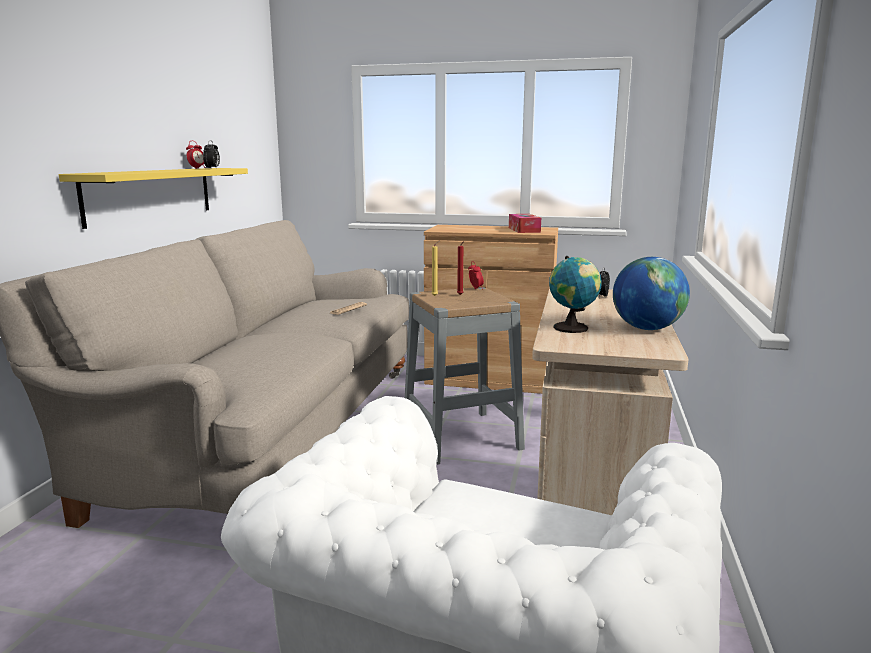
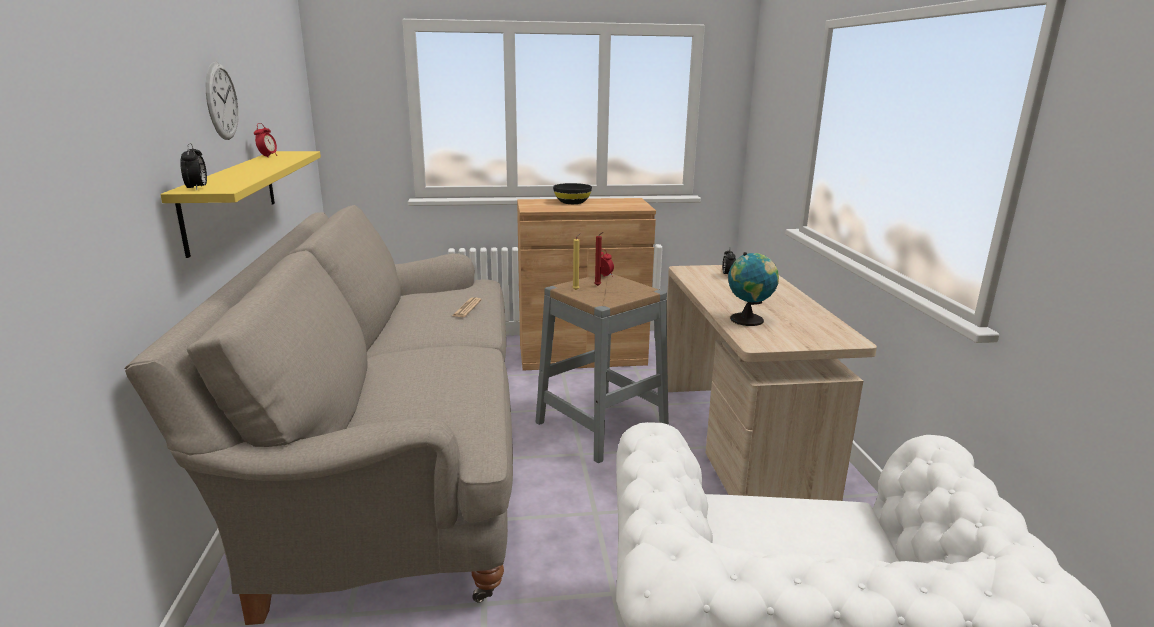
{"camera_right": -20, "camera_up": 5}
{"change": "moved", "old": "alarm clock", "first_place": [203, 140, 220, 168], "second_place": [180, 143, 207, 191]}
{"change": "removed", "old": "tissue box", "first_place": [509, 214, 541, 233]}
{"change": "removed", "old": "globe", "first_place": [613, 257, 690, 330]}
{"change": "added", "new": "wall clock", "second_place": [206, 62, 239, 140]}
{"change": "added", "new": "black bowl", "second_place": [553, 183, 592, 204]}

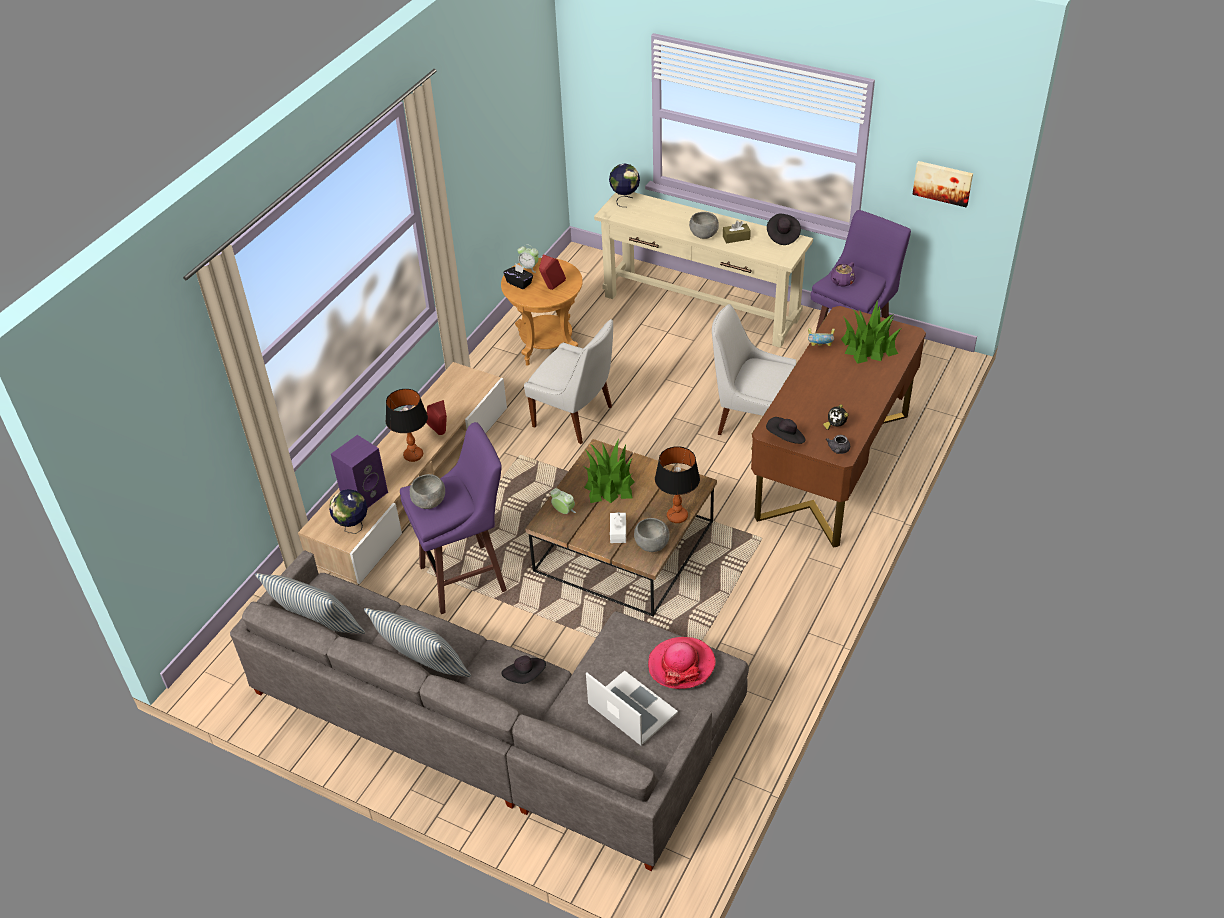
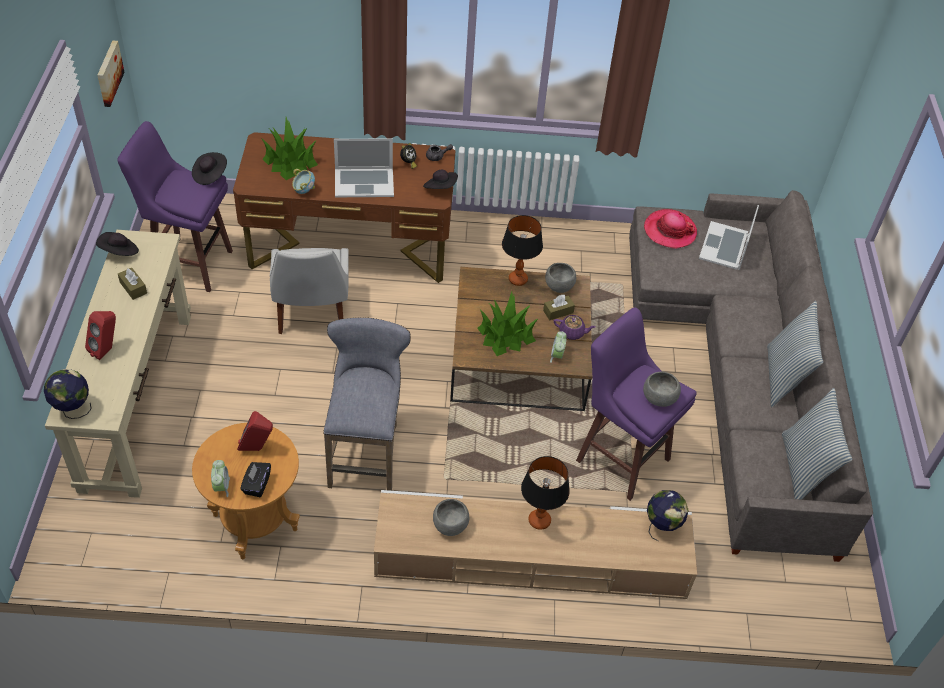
{"camera_right": -120, "camera_up": 5}
{"change": "removed", "old": "purple speaker", "first_place": [331, 435, 388, 508]}
{"change": "moved", "old": "red speaker", "first_place": [426, 400, 447, 435], "second_place": [85, 311, 116, 360]}
{"change": "moved", "old": "black hat", "first_place": [501, 655, 546, 684], "second_place": [192, 152, 227, 185]}
{"change": "replaced", "old": "white chair", "new": "grey stool", "first_place": [524, 319, 613, 444], "second_place": [323, 318, 411, 491]}
{"change": "recoloured", "old": "white tissue box", "new": "brown tissue box", "first_place": [610, 512, 626, 543], "second_place": [543, 295, 575, 320]}
{"change": "moved", "old": "grey bowl", "first_place": [689, 212, 719, 239], "second_place": [433, 499, 469, 536]}
{"change": "moved", "old": "purple teapot", "first_place": [831, 262, 856, 286], "second_place": [554, 315, 596, 340]}
{"change": "added", "new": "laptop", "second_place": [334, 139, 394, 197]}

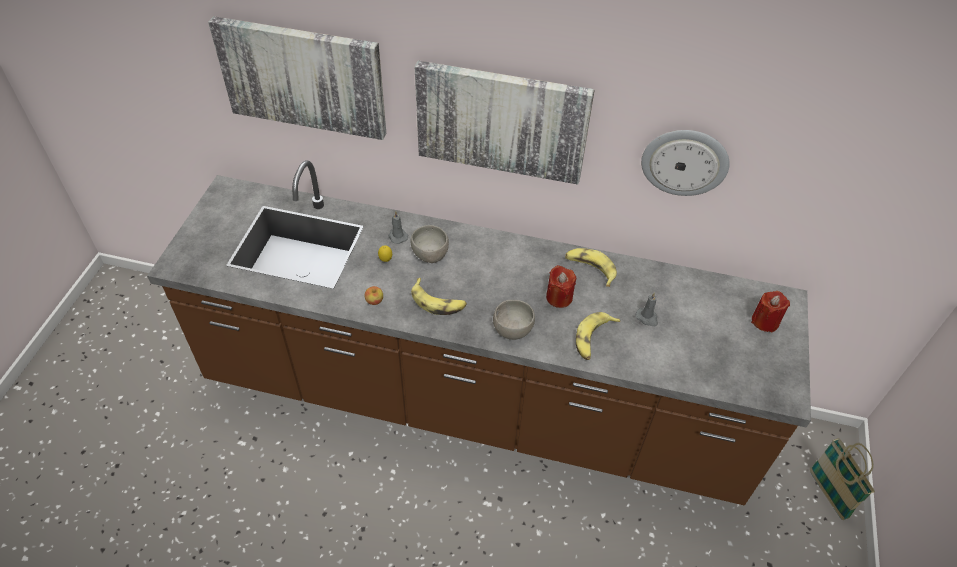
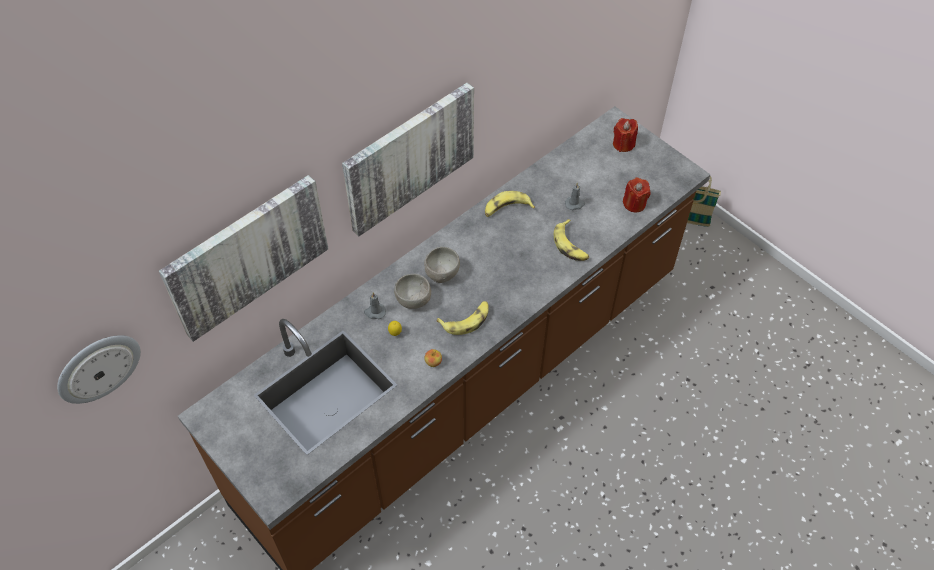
{"camera_right": -55, "camera_up": 5}
{"change": "moved", "old": "grey bowl", "first_place": [493, 300, 535, 340], "second_place": [424, 247, 460, 283]}
{"change": "moved", "old": "red candle", "first_place": [546, 265, 576, 308], "second_place": [623, 178, 651, 212]}
{"change": "moved", "old": "wall clock", "first_place": [641, 130, 730, 196], "second_place": [57, 335, 141, 404]}

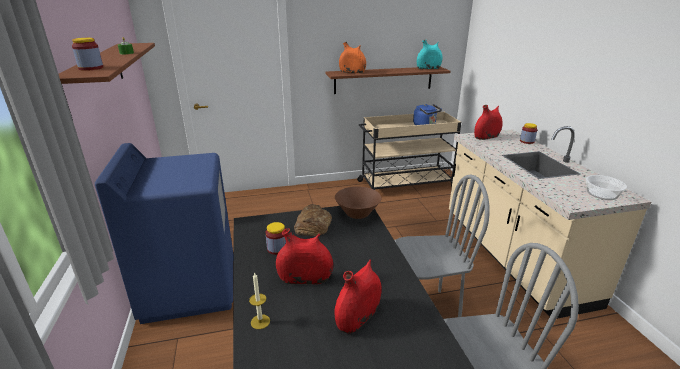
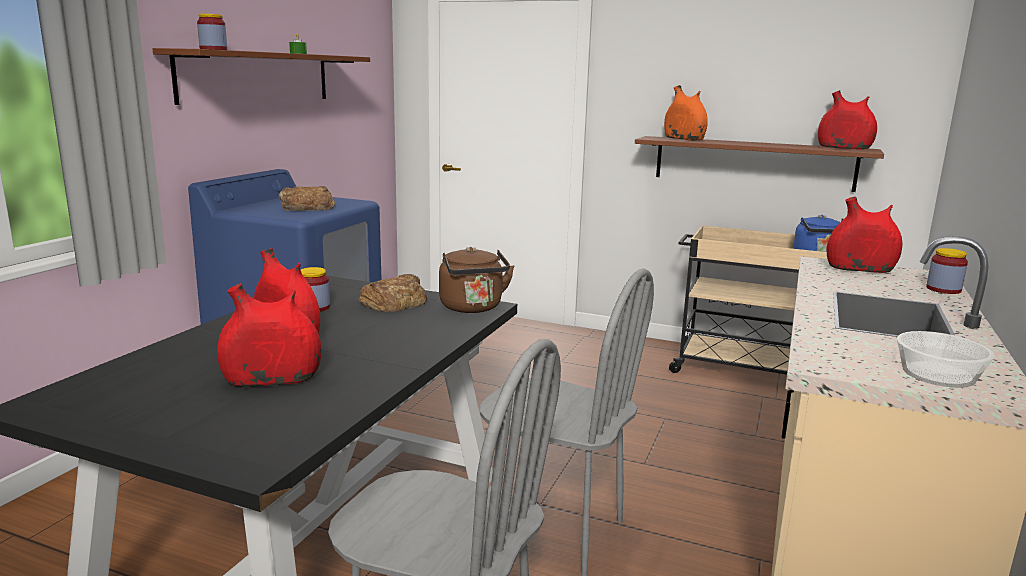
{"camera_right": 35, "camera_up": -10}
{"change": "removed", "old": "candle", "first_place": [249, 272, 270, 329]}
{"change": "replaced", "old": "brown bowl", "new": "brown kettle", "first_place": [335, 187, 382, 219], "second_place": [439, 247, 515, 313]}
{"change": "recoloured", "old": "turquoise vase", "new": "red vase", "first_place": [417, 39, 442, 69], "second_place": [818, 90, 877, 150]}
{"change": "added", "new": "bread", "second_place": [278, 186, 335, 211]}

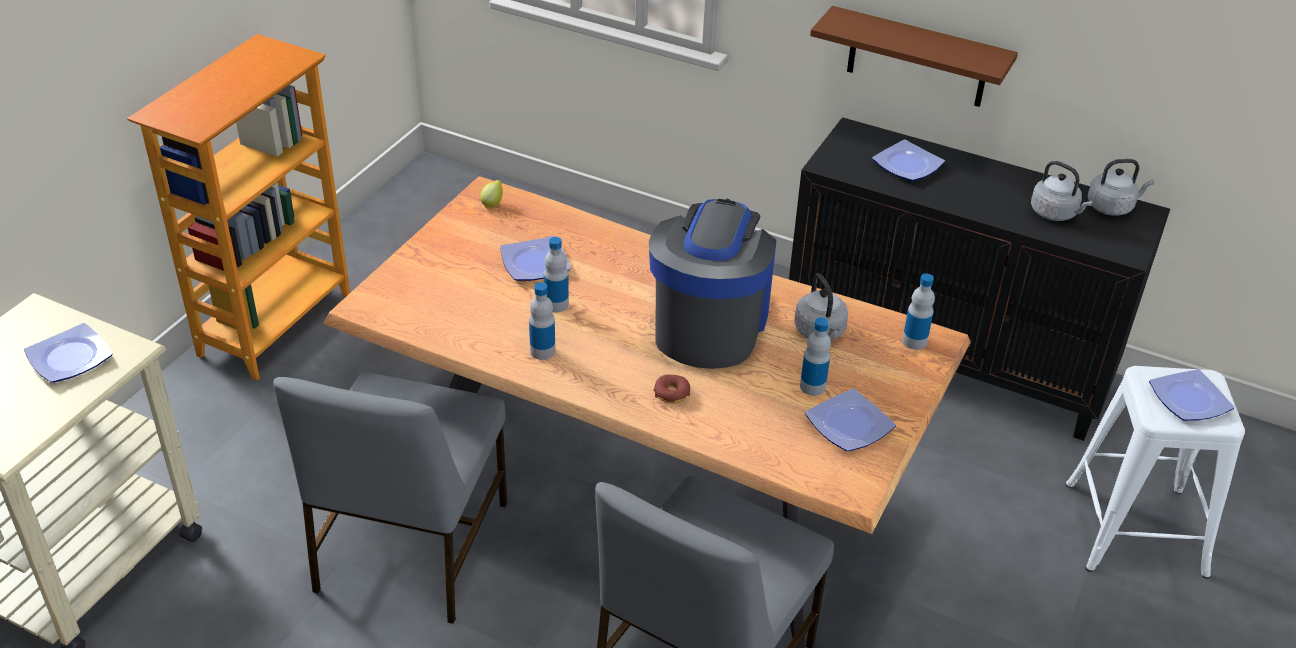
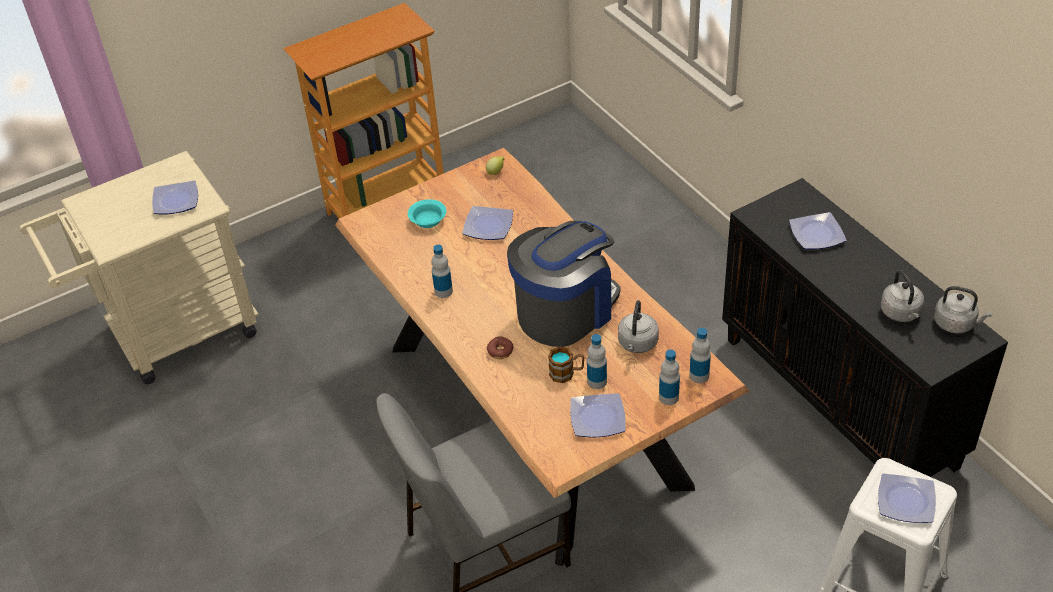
{"camera_right": 35, "camera_up": 5}
{"change": "removed", "old": "grey chair", "first_place": [273, 372, 507, 624]}
{"change": "moved", "old": "bottle", "first_place": [544, 237, 569, 313], "second_place": [659, 350, 680, 405]}
{"change": "removed", "old": "brown shelf", "first_place": [810, 6, 1018, 107]}
{"change": "added", "new": "turquoise bowl", "second_place": [408, 199, 446, 228]}
{"change": "added", "new": "mug", "second_place": [548, 346, 584, 383]}

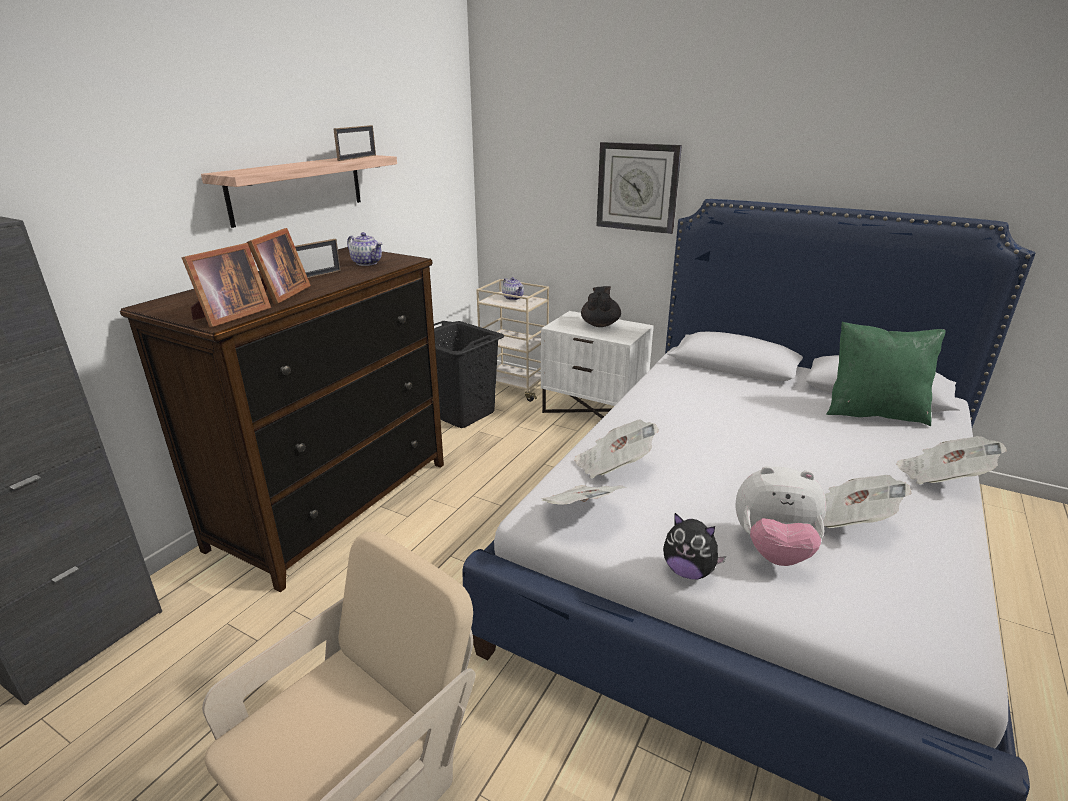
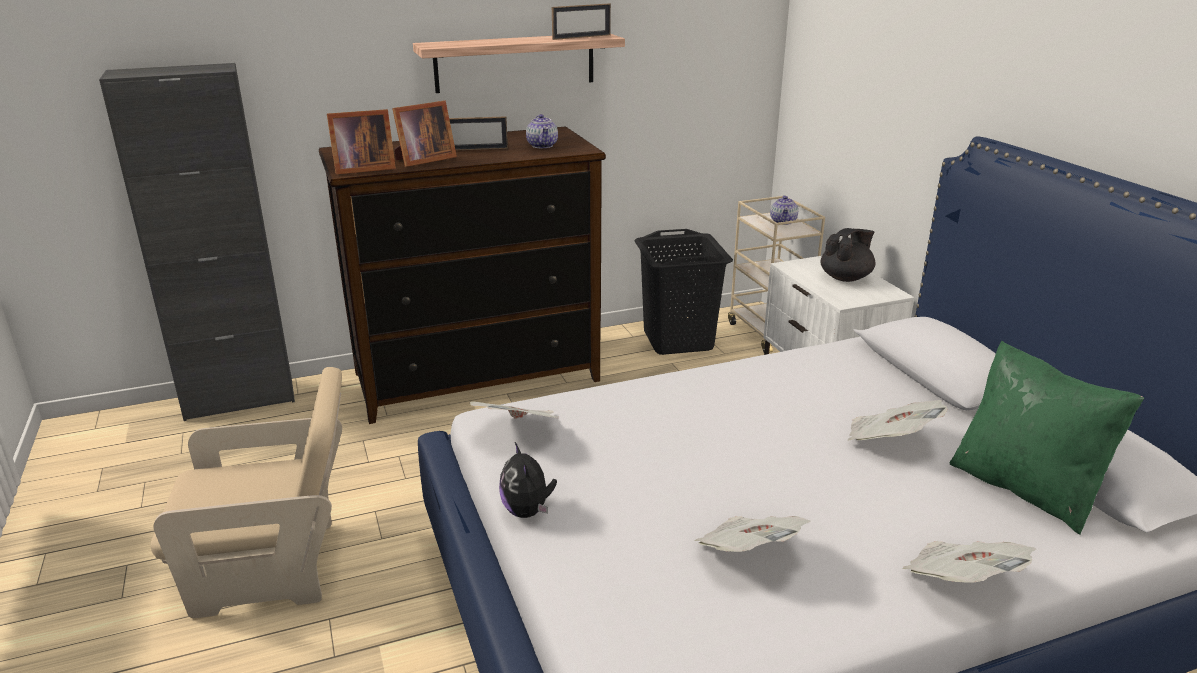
{"camera_right": 40, "camera_up": 0}
{"change": "moved", "old": "newspaper", "first_place": [574, 419, 659, 478], "second_place": [848, 400, 948, 440]}
{"change": "removed", "old": "wall clock", "first_place": [596, 142, 682, 234]}
{"change": "removed", "old": "plush toy", "first_place": [735, 466, 827, 566]}

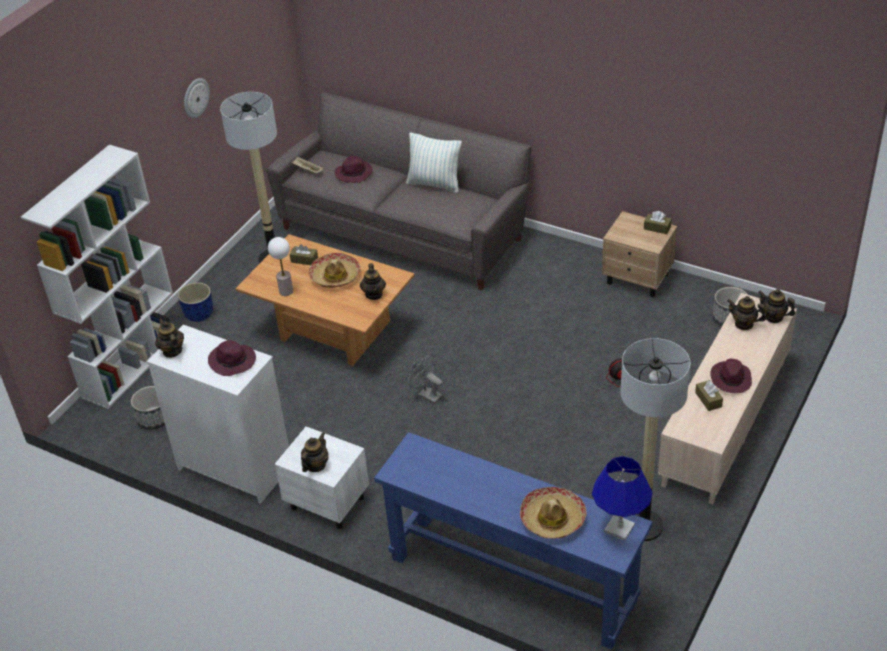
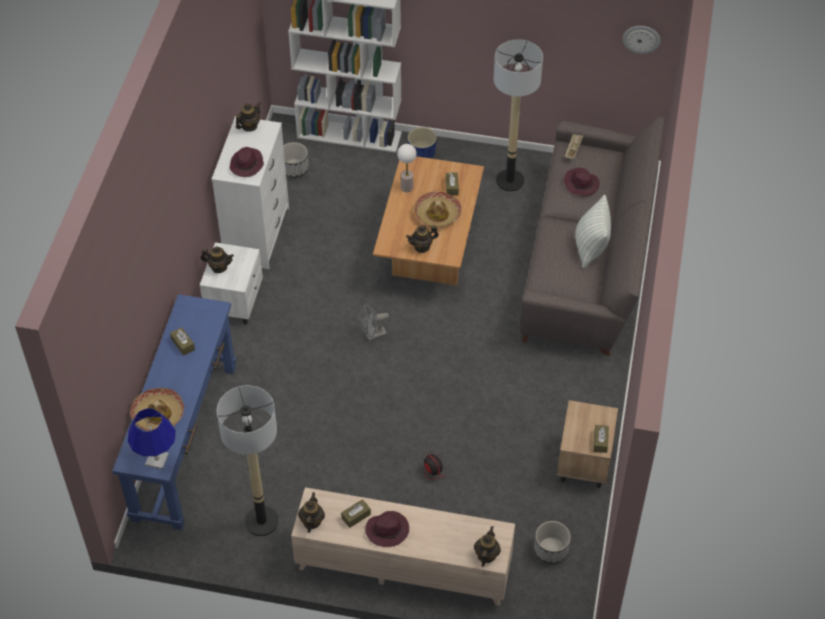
{"camera_right": 70, "camera_up": 10}
{"change": "moved", "old": "wall clock", "first_place": [184, 78, 210, 118], "second_place": [623, 26, 660, 54]}
{"change": "turned", "old": "grey fan", "first_place": [408, 355, 443, 404], "second_place": [358, 303, 389, 341], "degrees": -135}
{"change": "moved", "old": "teapot", "first_place": [727, 296, 766, 330], "second_place": [298, 492, 325, 533]}
{"change": "added", "new": "brown tissue box", "second_place": [170, 327, 195, 356]}

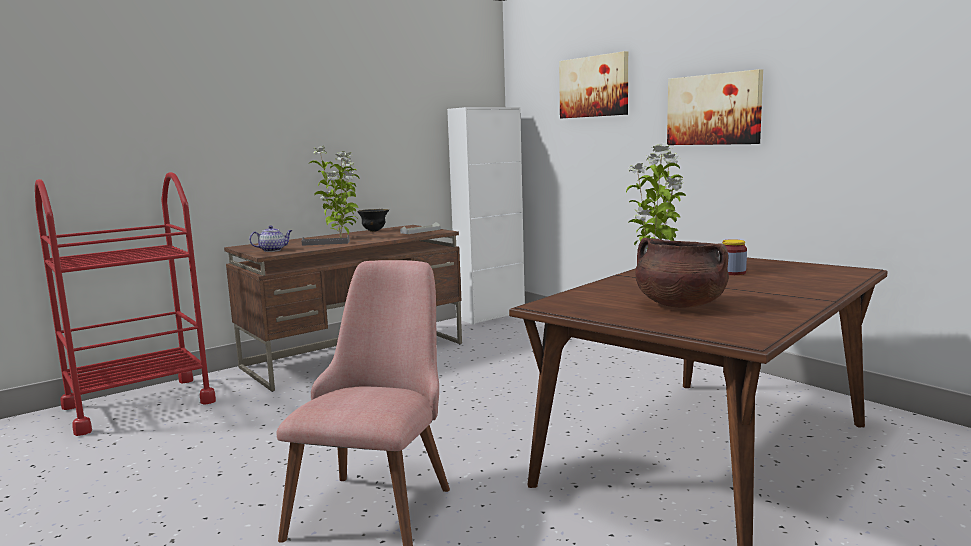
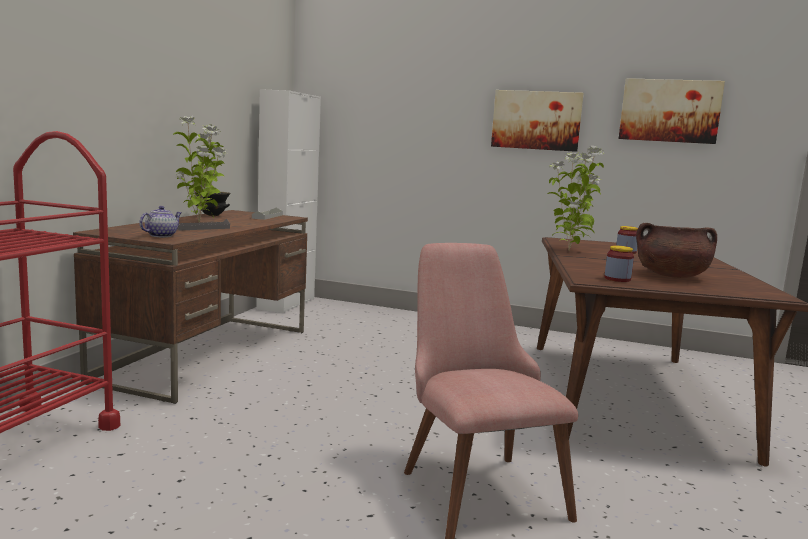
{"camera_right": -35, "camera_up": 0}
{"change": "moved", "old": "picture", "first_place": [559, 51, 628, 118], "second_place": [619, 78, 725, 144]}
{"change": "added", "new": "jar", "second_place": [604, 246, 634, 282]}

